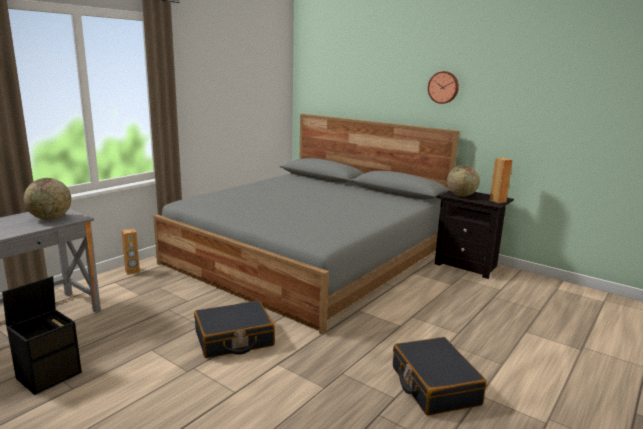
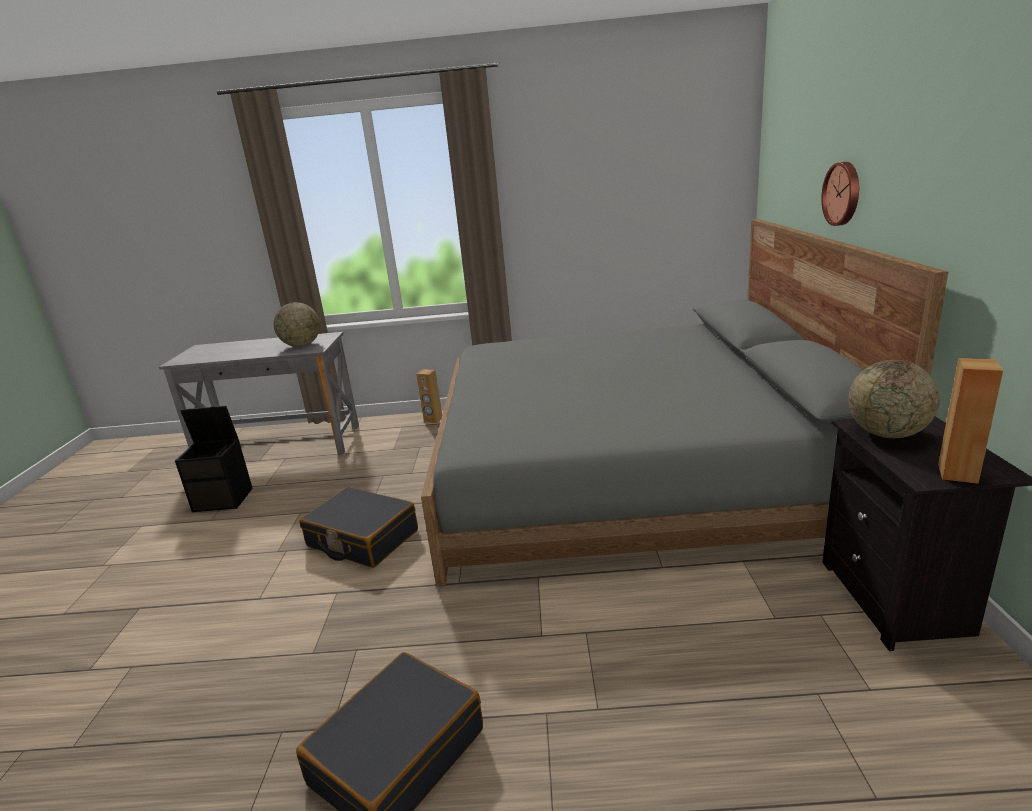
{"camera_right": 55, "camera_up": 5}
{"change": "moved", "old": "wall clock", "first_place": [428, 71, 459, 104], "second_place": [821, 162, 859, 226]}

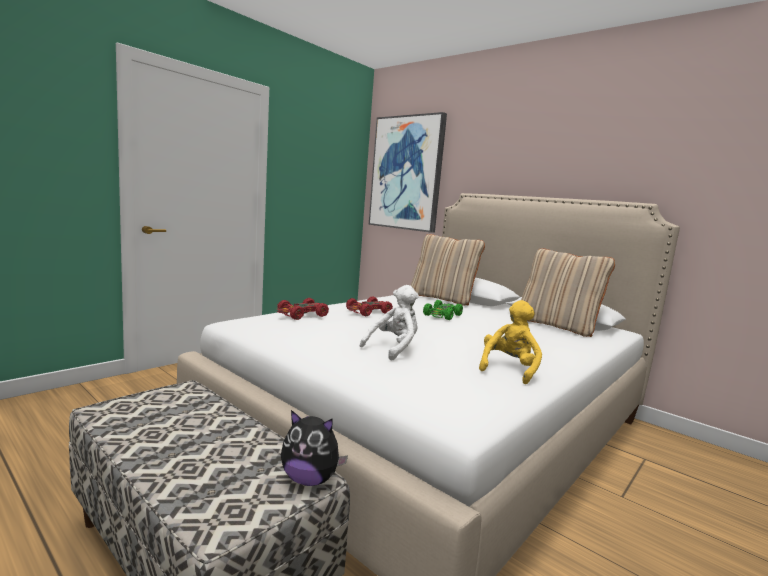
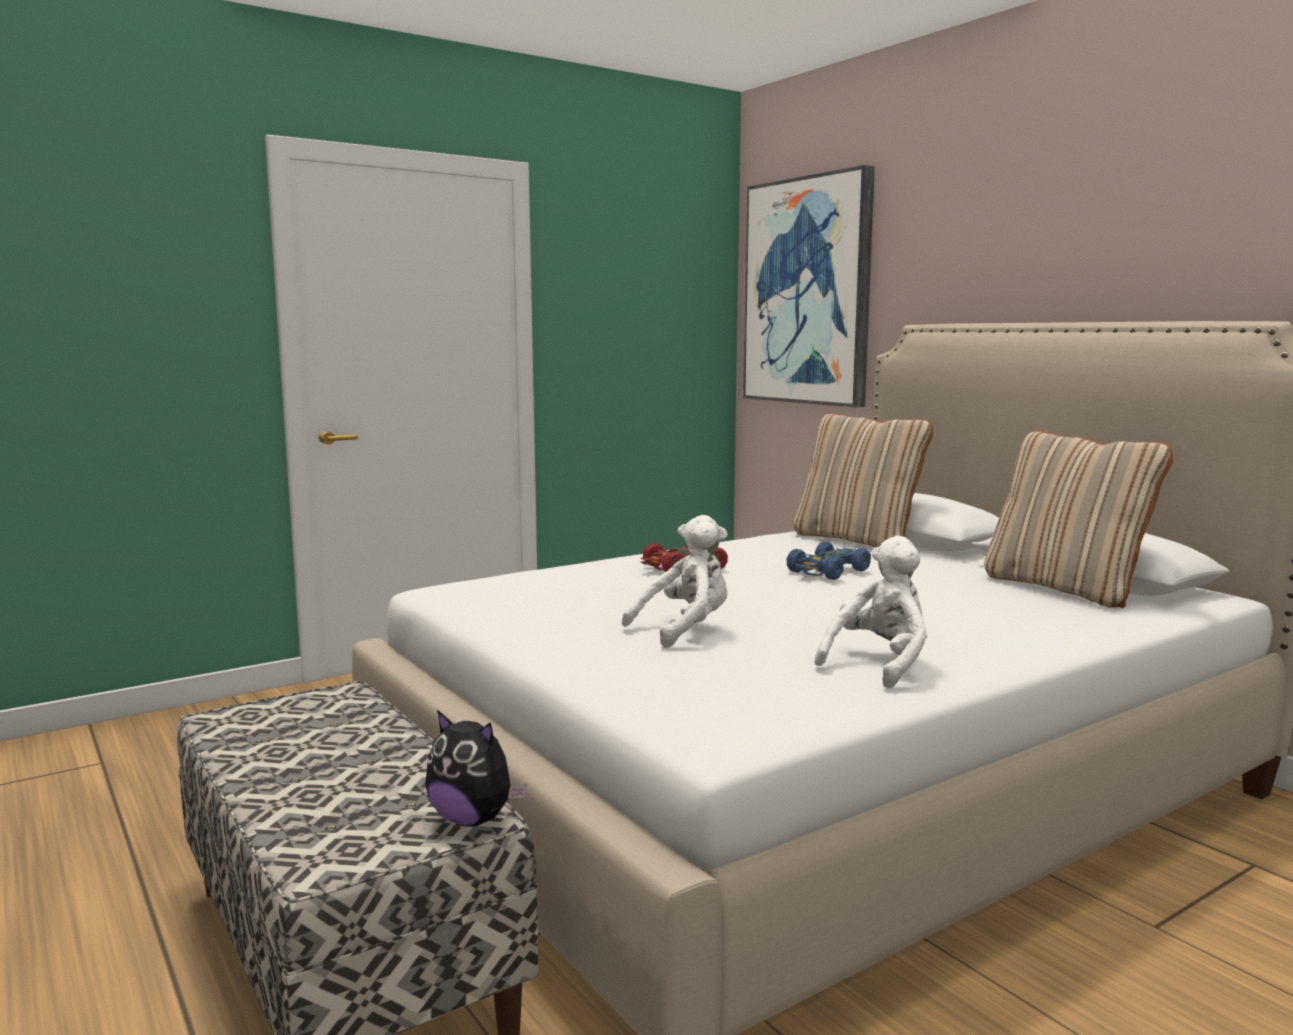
{"camera_right": 15, "camera_up": 0}
{"change": "removed", "old": "red toy car", "first_place": [276, 298, 329, 320]}
{"change": "recoloured", "old": "green toy car", "new": "blue toy car", "first_place": [423, 300, 463, 320], "second_place": [787, 542, 871, 580]}
{"change": "recoloured", "old": "yellow plush toy", "new": "white plush toy", "first_place": [479, 300, 542, 384], "second_place": [815, 536, 927, 689]}

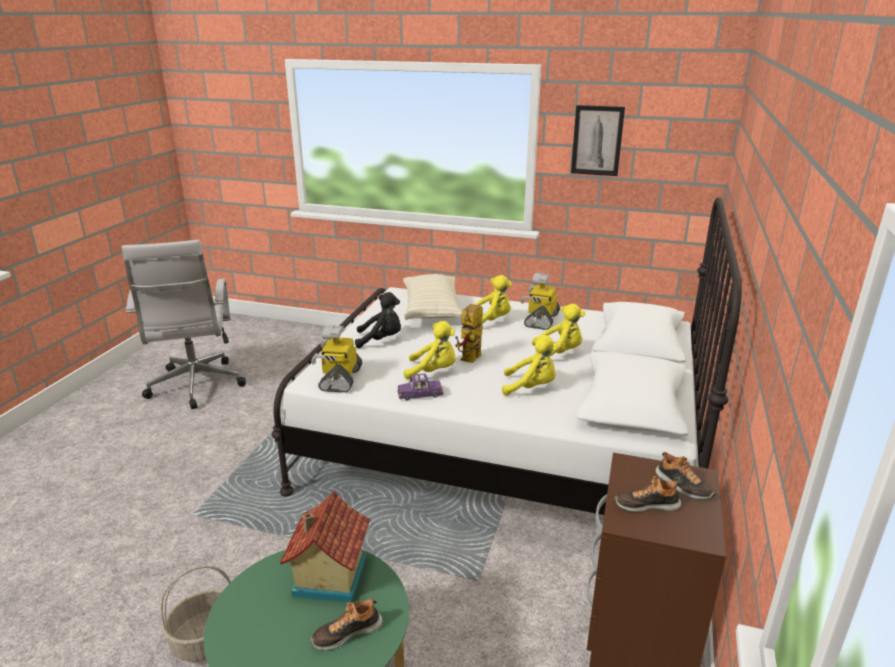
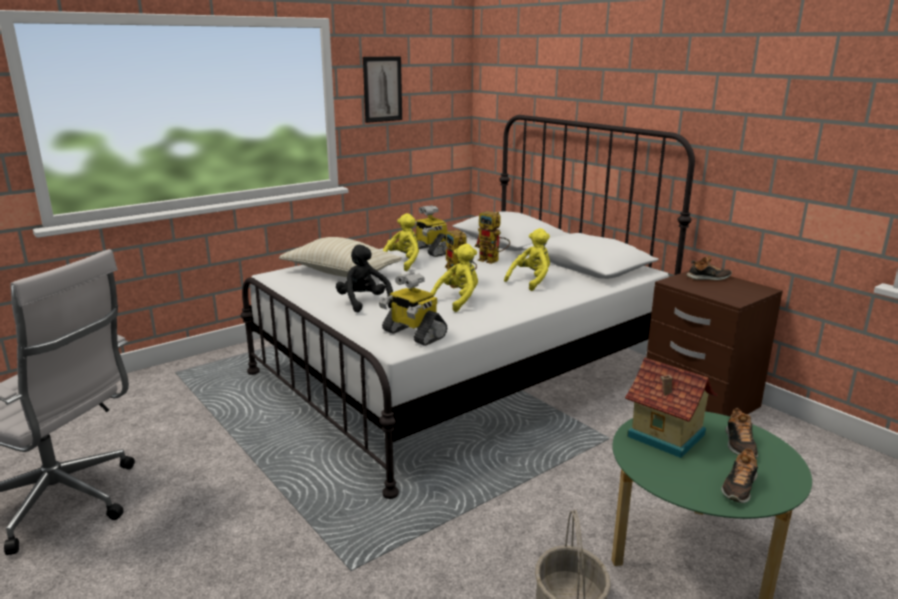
{"camera_right": -55, "camera_up": -5}
{"change": "turned", "old": "black plush toy", "first_place": [355, 292, 401, 348], "second_place": [336, 245, 393, 312], "degrees": -60}
{"change": "removed", "old": "purple toy car", "first_place": [398, 374, 444, 401]}
{"change": "replaced", "old": "yellow plush toy", "new": "toy robot", "first_place": [532, 304, 585, 356], "second_place": [475, 211, 510, 264]}
{"change": "moved", "old": "shoe", "first_place": [615, 476, 681, 512], "second_place": [721, 448, 758, 503]}

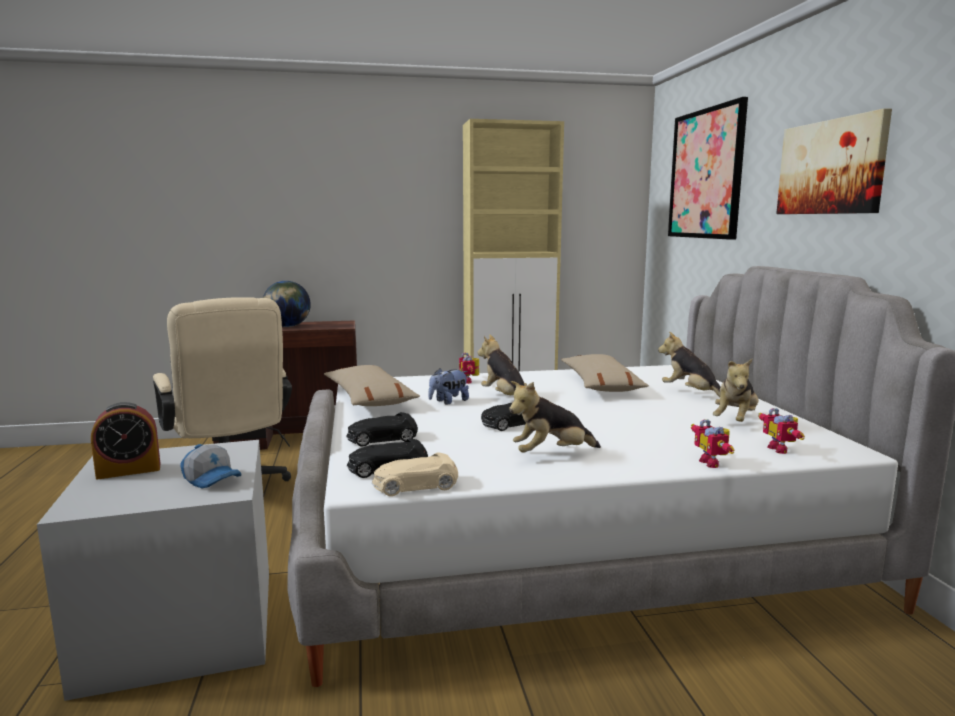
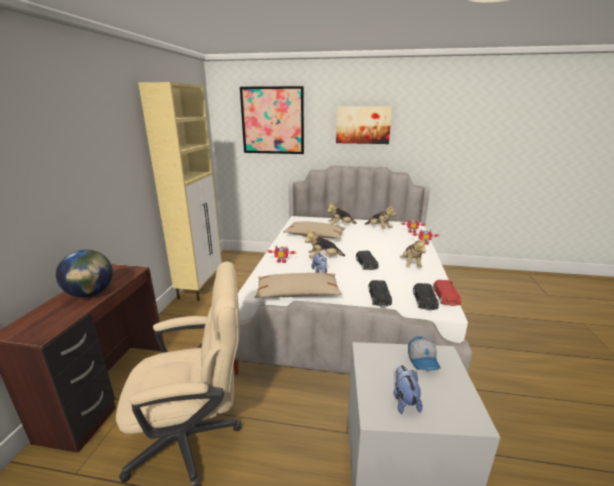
{"camera_right": -70, "camera_up": 10}
{"change": "replaced", "old": "alarm clock", "new": "plush toy", "first_place": [91, 402, 160, 480], "second_place": [394, 365, 423, 414]}
{"change": "turned", "old": "cap", "first_place": [180, 444, 242, 488], "second_place": [408, 336, 441, 370], "degrees": 120}
{"change": "recoloured", "old": "beige toy car", "new": "red toy car", "first_place": [372, 452, 458, 496], "second_place": [433, 280, 461, 306]}

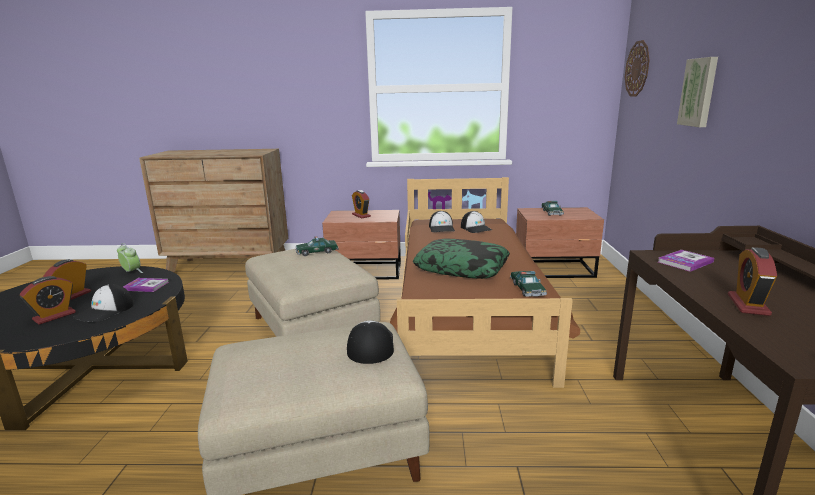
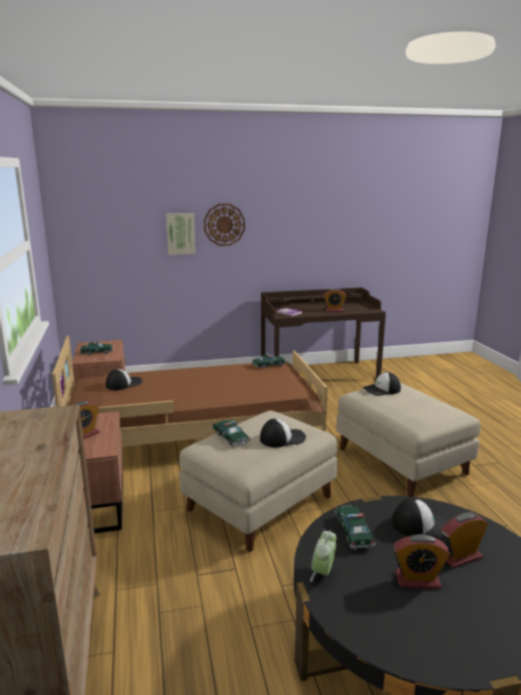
{"camera_right": -105, "camera_up": 0}
{"change": "turned", "old": "alarm clock", "first_place": [20, 276, 76, 325], "second_place": [441, 512, 488, 568], "degrees": -45}
{"change": "replaced", "old": "book", "new": "toy car", "first_place": [123, 278, 168, 292], "second_place": [335, 505, 376, 550]}
{"change": "removed", "old": "pillow", "first_place": [413, 239, 510, 279]}
{"change": "moved", "old": "cap", "first_place": [429, 211, 455, 232], "second_place": [260, 419, 306, 448]}
{"change": "moved", "old": "wall clock", "first_place": [625, 40, 649, 97], "second_place": [204, 204, 245, 246]}

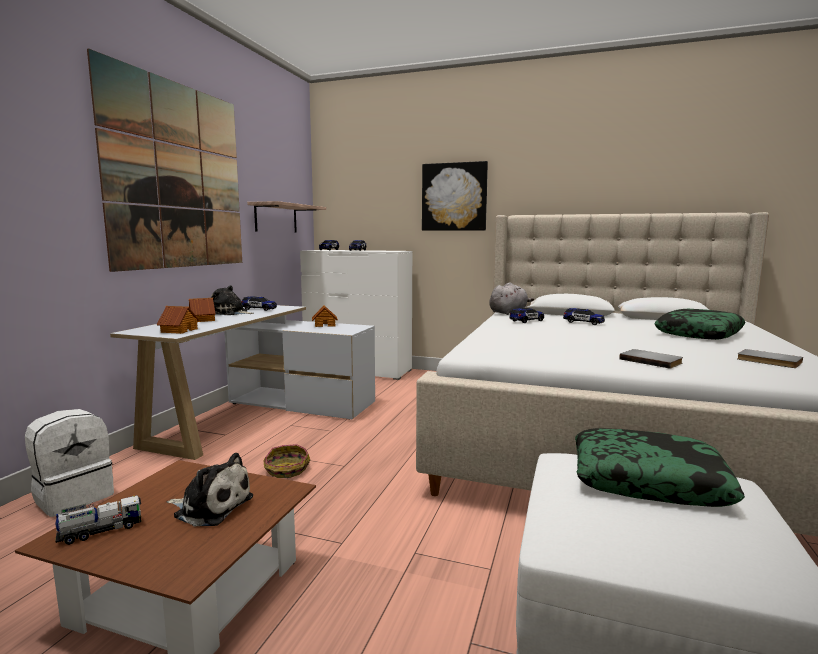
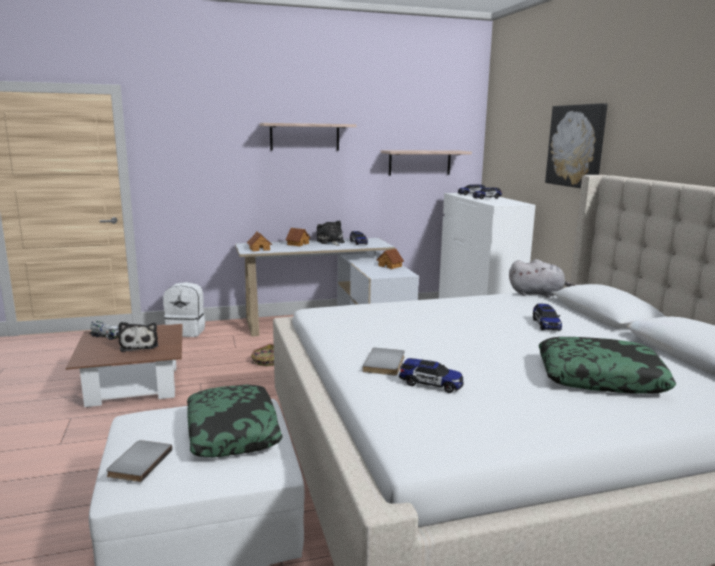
{"camera_right": 55, "camera_up": 5}
{"change": "replaced", "old": "picture", "new": "shelf", "first_place": [87, 48, 242, 272], "second_place": [260, 123, 357, 151]}
{"change": "moved", "old": "toy car", "first_place": [509, 308, 544, 323], "second_place": [399, 358, 464, 393]}
{"change": "moved", "old": "grey book", "first_place": [737, 349, 803, 368], "second_place": [106, 440, 172, 482]}

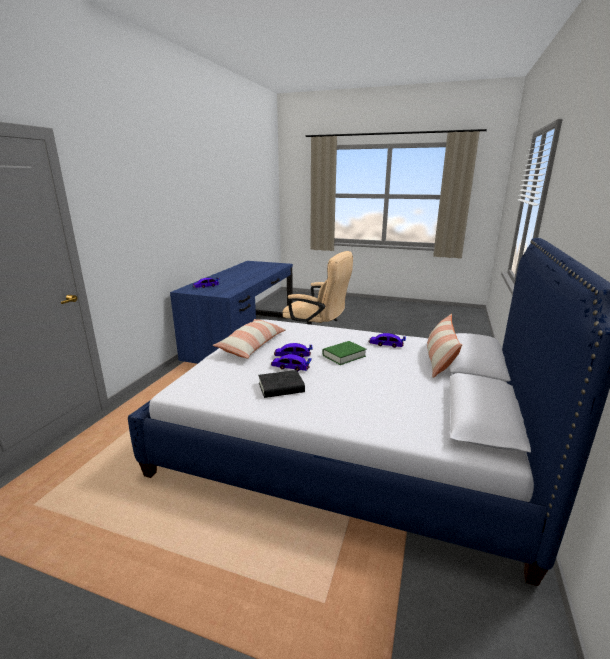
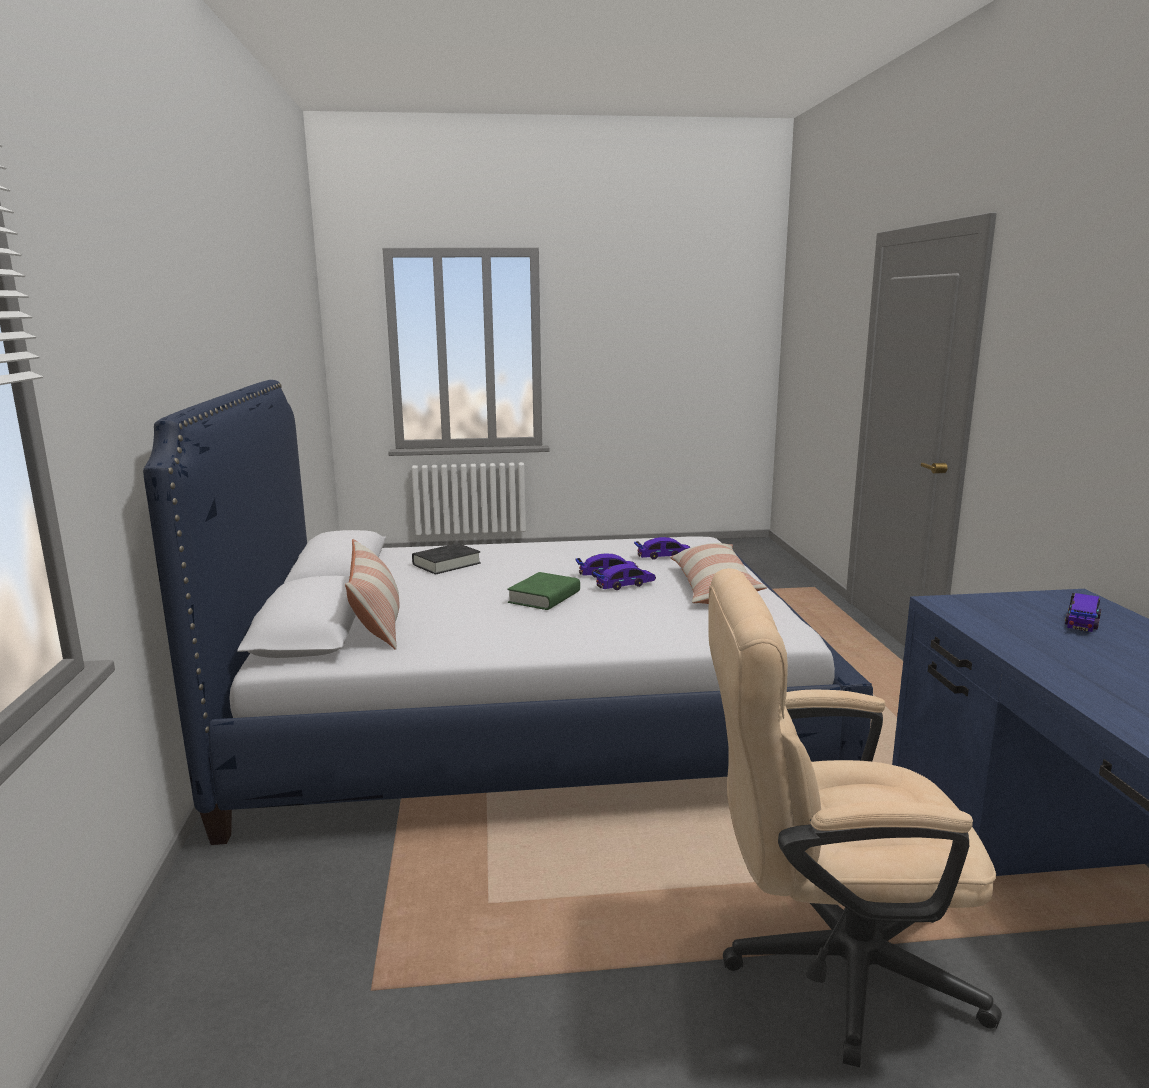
{"camera_right": 155, "camera_up": -5}
{"change": "moved", "old": "black book", "first_place": [258, 370, 305, 398], "second_place": [412, 543, 481, 575]}
{"change": "moved", "old": "toy car", "first_place": [369, 333, 406, 348], "second_place": [634, 537, 690, 560]}

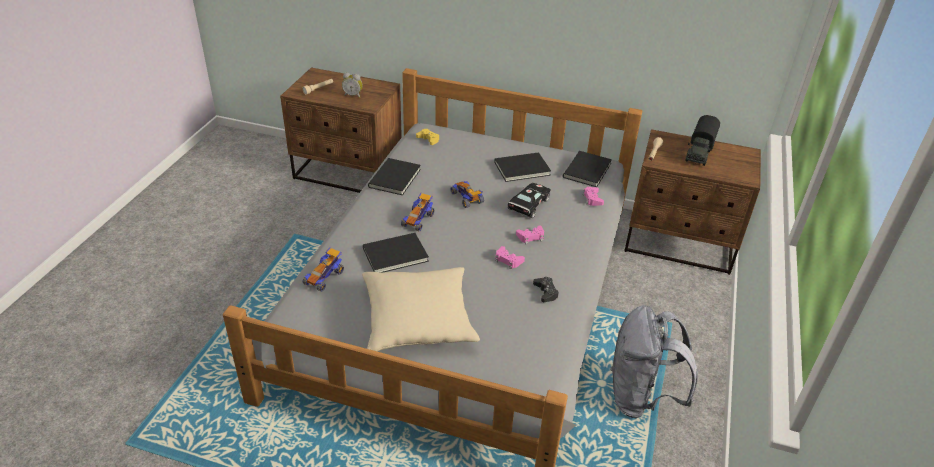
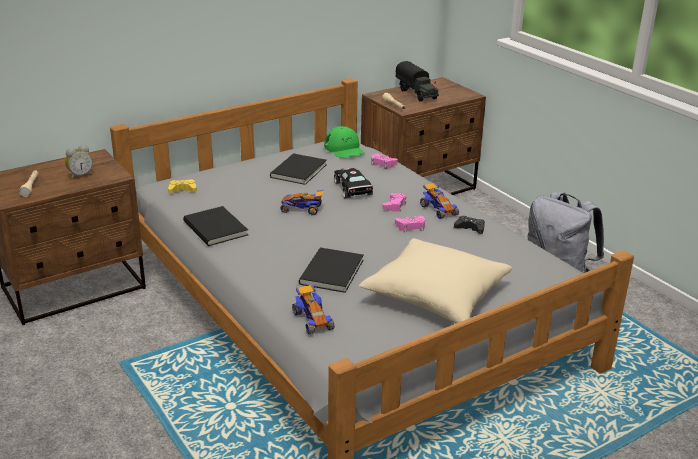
{"camera_right": -50, "camera_up": -10}
{"change": "moved", "old": "toy car", "first_place": [401, 193, 435, 231], "second_place": [420, 182, 459, 219]}
{"change": "replaced", "old": "black book", "new": "green cap", "first_place": [563, 151, 612, 187], "second_place": [324, 126, 365, 158]}

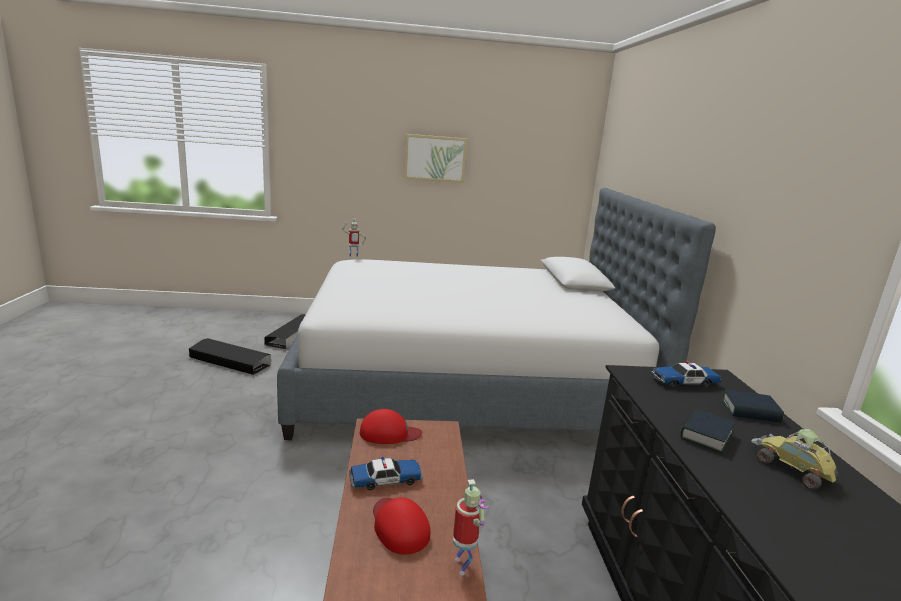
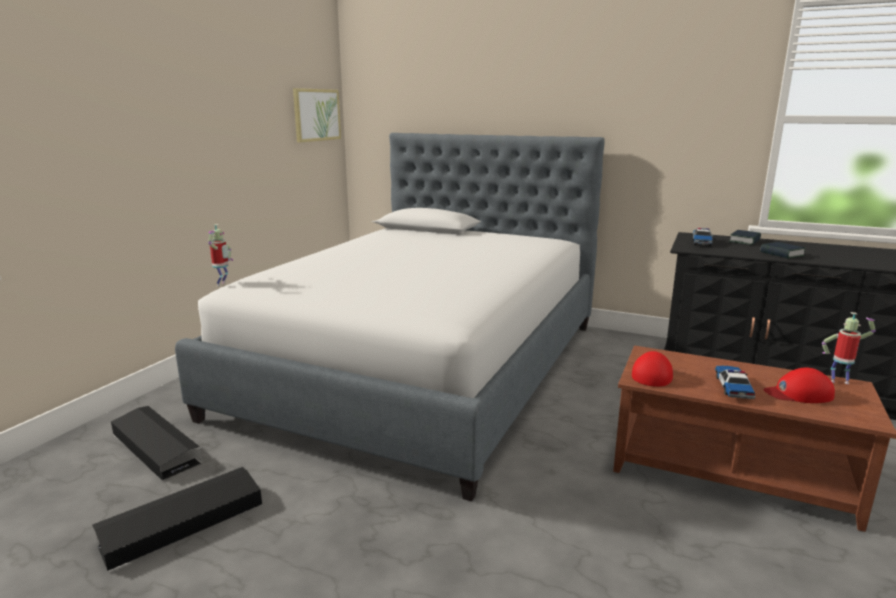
{"camera_right": -60, "camera_up": 0}
{"change": "moved", "old": "picture", "first_place": [404, 134, 467, 183], "second_place": [293, 88, 341, 143]}
{"change": "removed", "old": "toy car", "first_place": [751, 429, 838, 490]}

